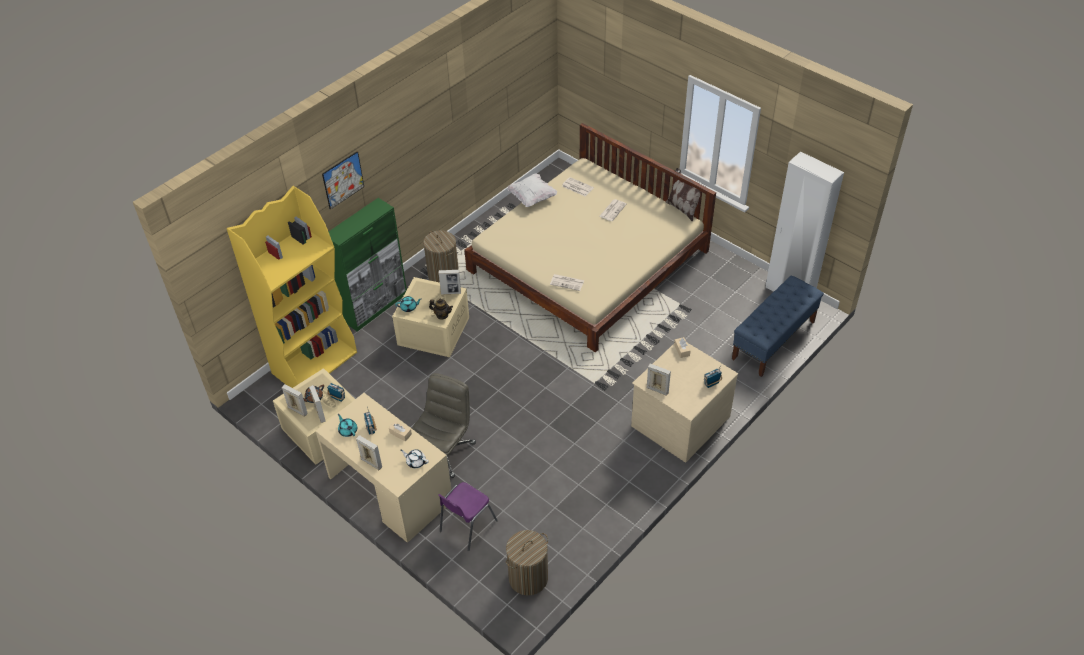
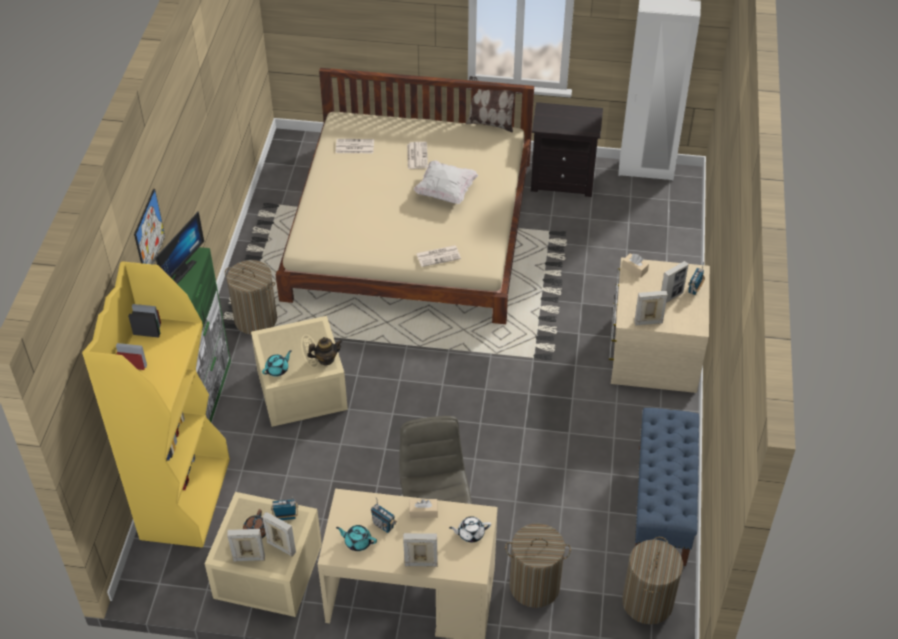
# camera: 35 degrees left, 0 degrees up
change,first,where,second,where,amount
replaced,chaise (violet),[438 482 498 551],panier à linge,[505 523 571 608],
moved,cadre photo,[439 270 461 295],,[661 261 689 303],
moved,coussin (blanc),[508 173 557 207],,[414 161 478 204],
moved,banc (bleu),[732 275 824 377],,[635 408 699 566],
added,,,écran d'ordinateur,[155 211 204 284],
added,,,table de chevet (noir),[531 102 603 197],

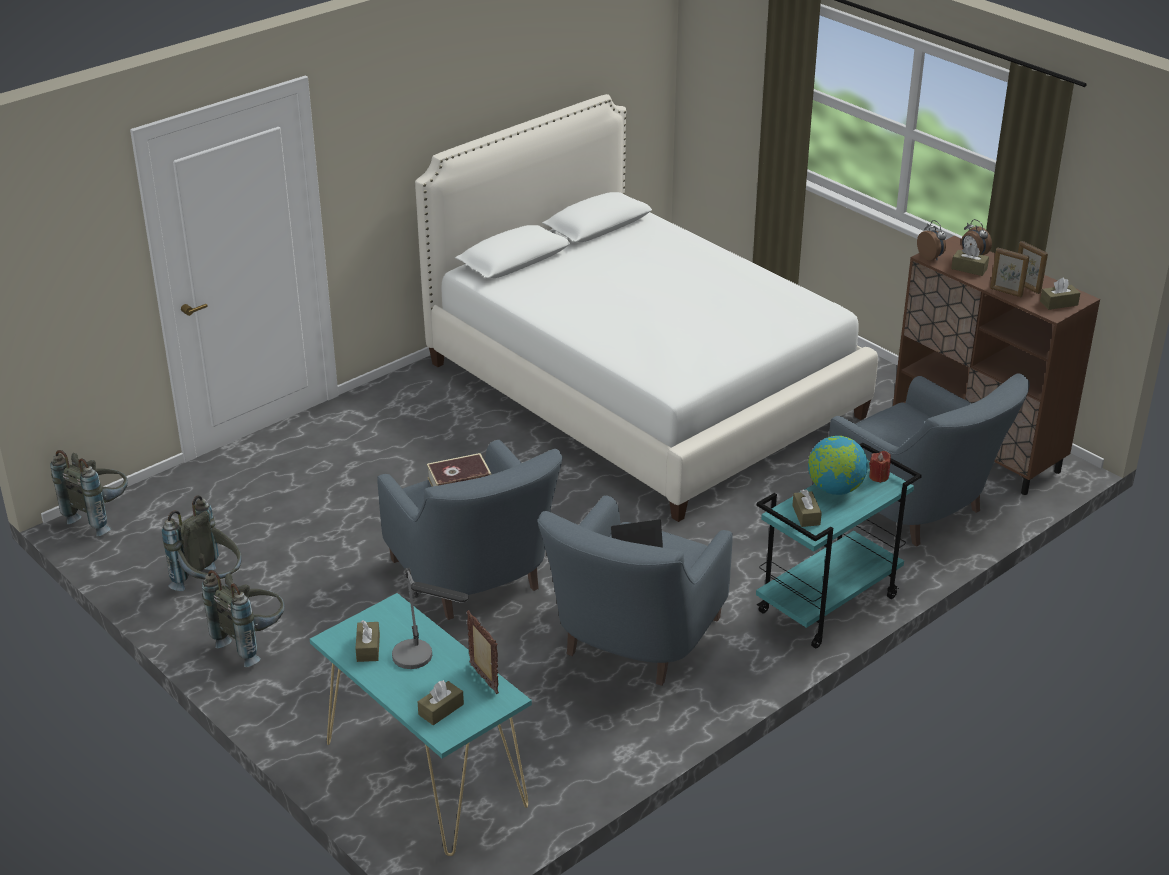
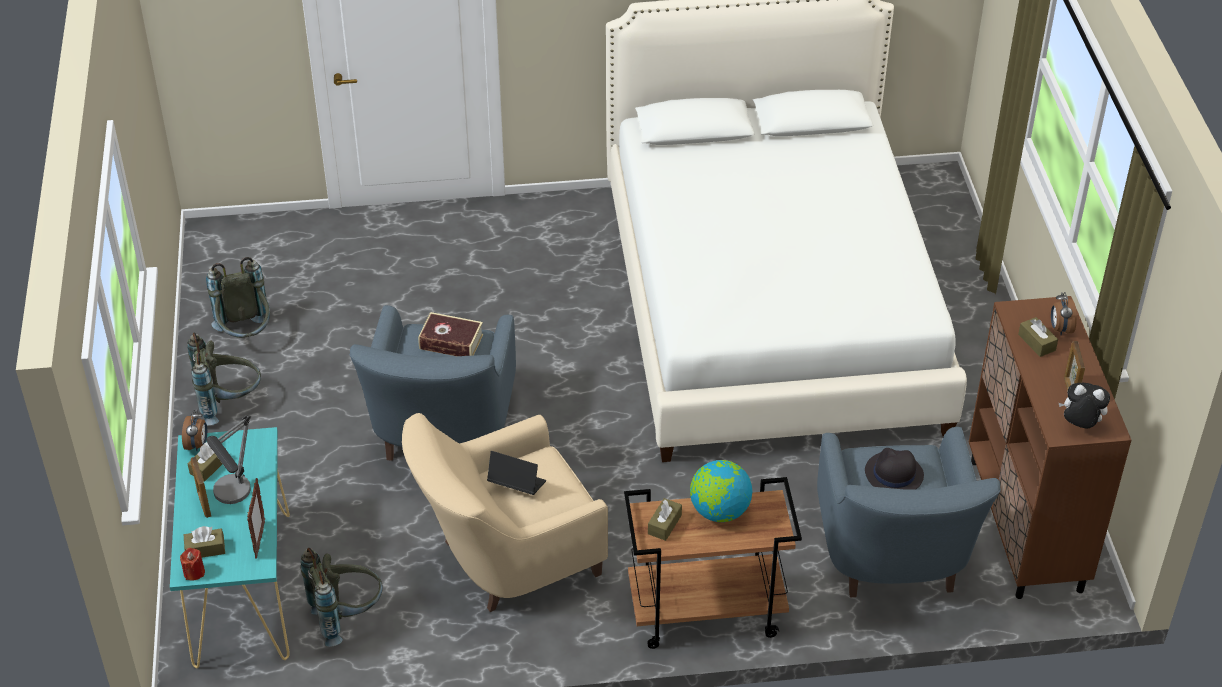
# camera: 35 degrees right, 10 degrees up
change,first,where,second,where,amount
moved,sac à dos (gris),[50 450 128 537],,[300 548 383 647],
recoloured,fauteuil (bleu),[537 496 733 686],fauteuil (beige),[402 413 608 612],
recoloured,chariot (turquoise),[756 443 922 648],chariot (marron),[624 477 802 649],
moved,bougie (rouge),[869 451 891 483],,[180 548 205 581],
moved,réveil,[917 220 946 260],,[182 410 207 452],
moved,cadre photo,[990 247 1029 297],,[190 457 211 518],
replaced,boîte à mouchoirs (marron),[1040 278 1080 310],peluche,[1059 383 1110 429],
added,,,chapeau (noir),[865 448 924 490],

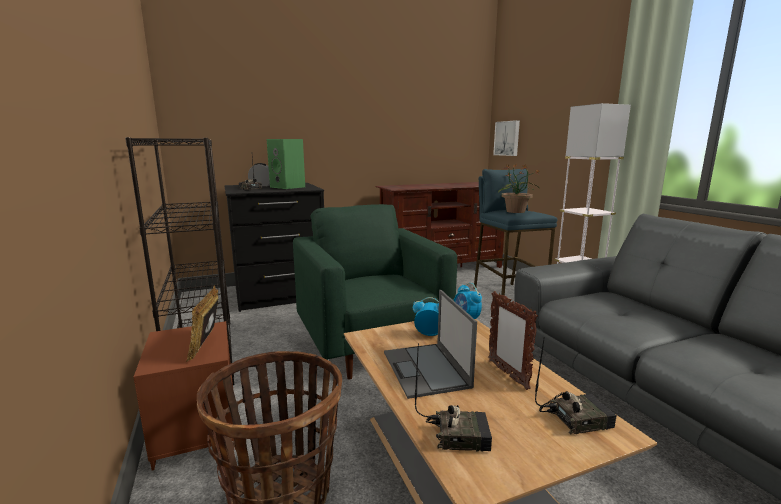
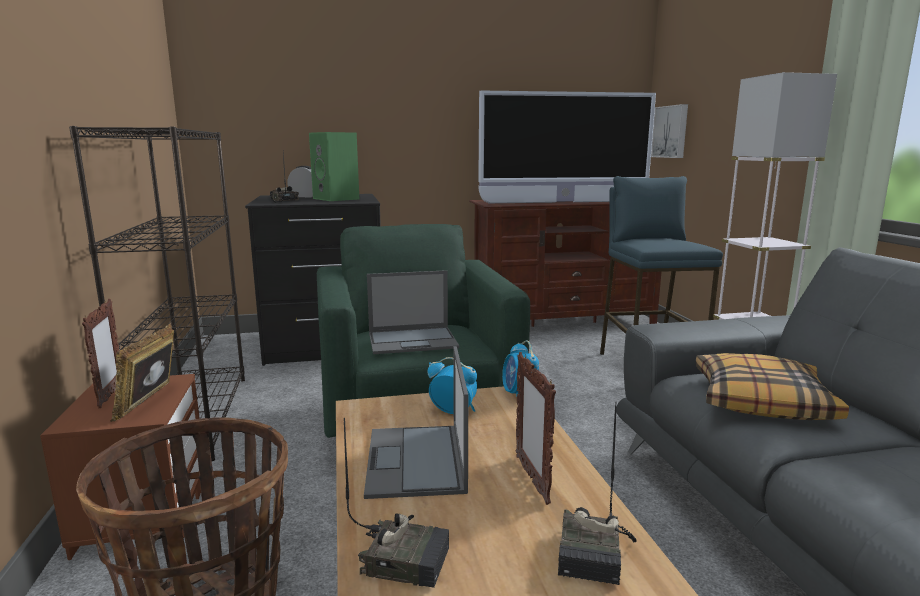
# camera: 10 degrees right, 0 degrees up
change,first,where,second,where,amount
removed,plante en pot,[498 165 540 213],,,
turned,radio,[535 337 617 434],,[558 402 637 585],105 degrees clockwise
added,,,cadre photo,[82 299 119 408],
added,,,ordinateur portable,[367 270 459 354],
added,,,téléviseur,[478 91 656 203],
added,,,coussin,[696 353 849 420],

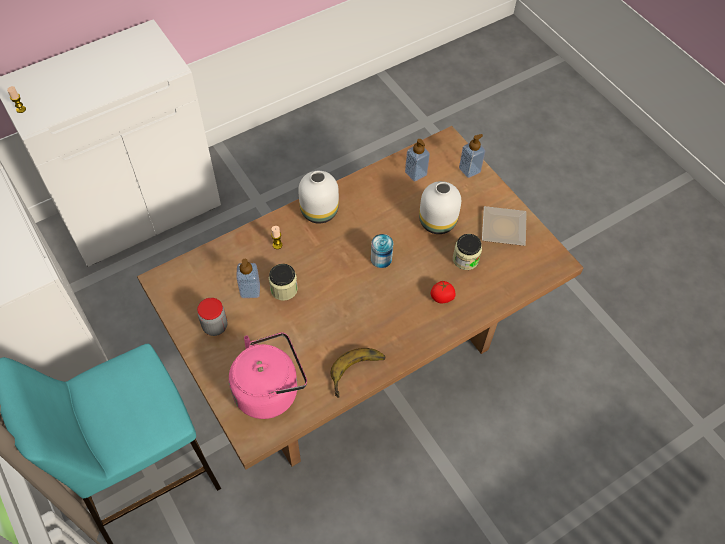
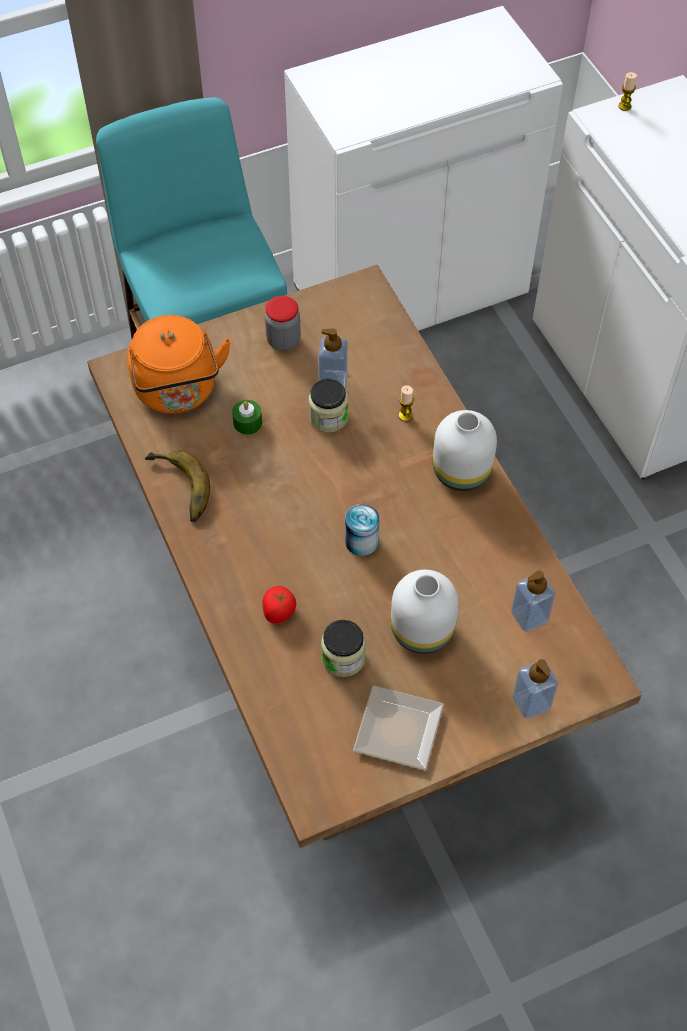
# camera: 100 degrees right, 0 degrees up
change,first,where,second,where,amount
recoloured,bouilloire (rose),[229 332 307 419],bouilloire (orange),[127 315 231 414],
added,,,bougie (vert),[232 400 262 435],

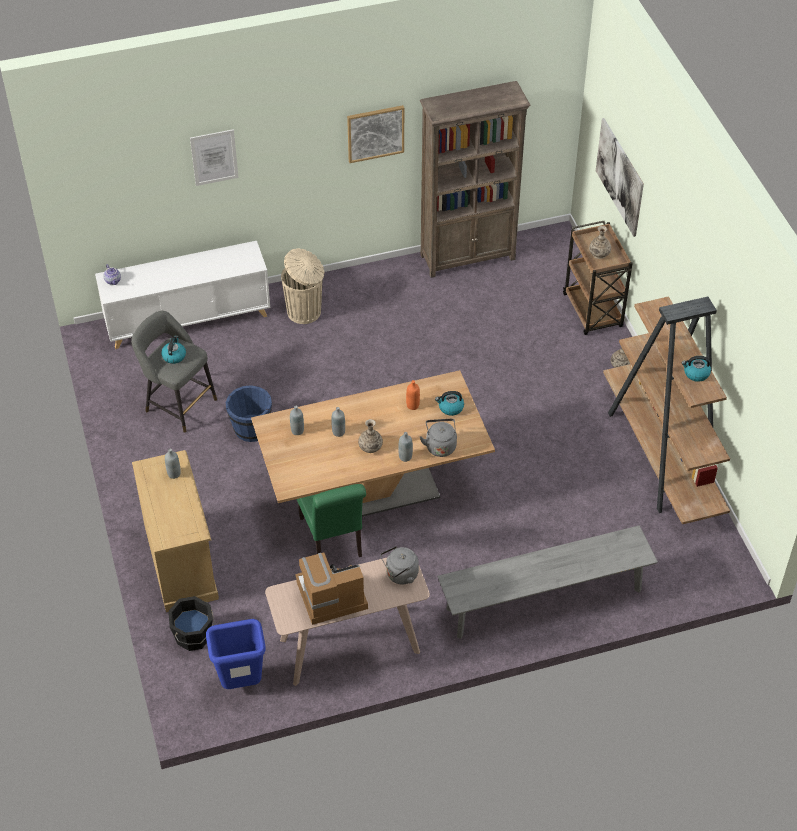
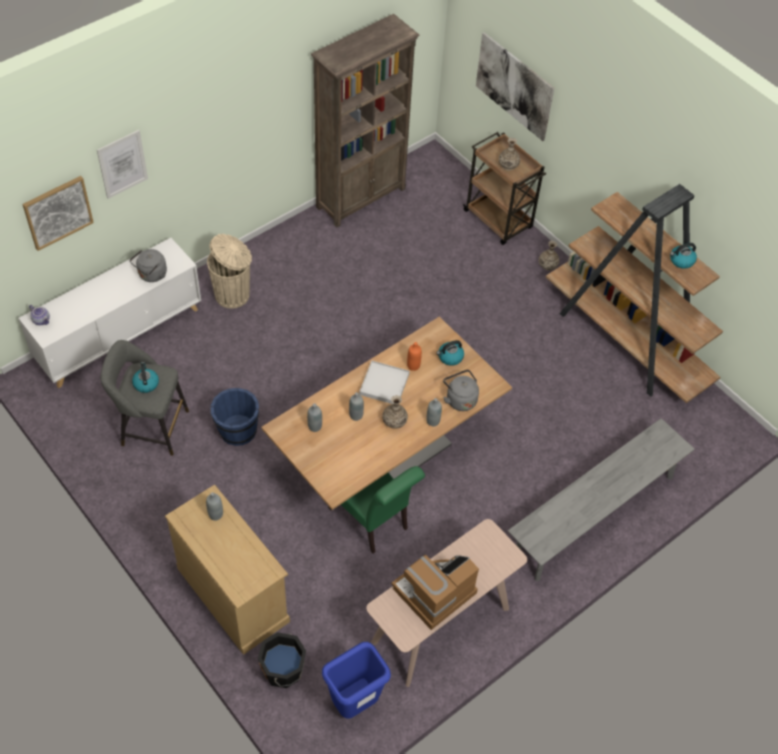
# camera: 25 degrees left, 5 degrees up
change,first,where,second,where,amount
moved,tableau,[347 105 404 163],,[22 176 94 251],
moved,bouilloire (gris),[380 546 419 585],,[130 249 167 282],
added,,,plateau (blanc),[359 361 410 404],

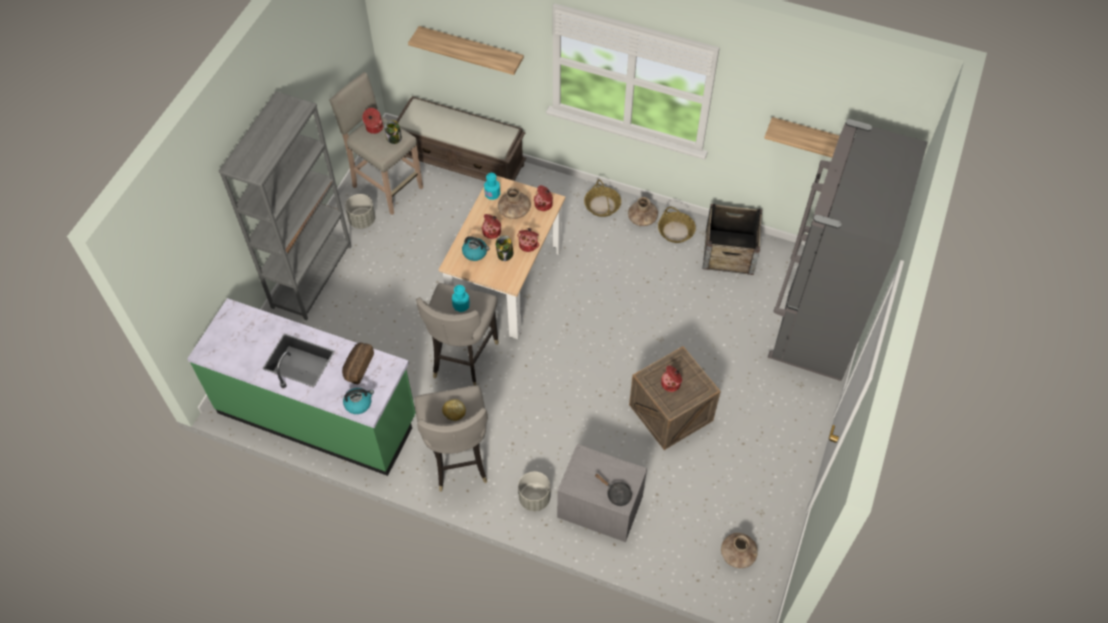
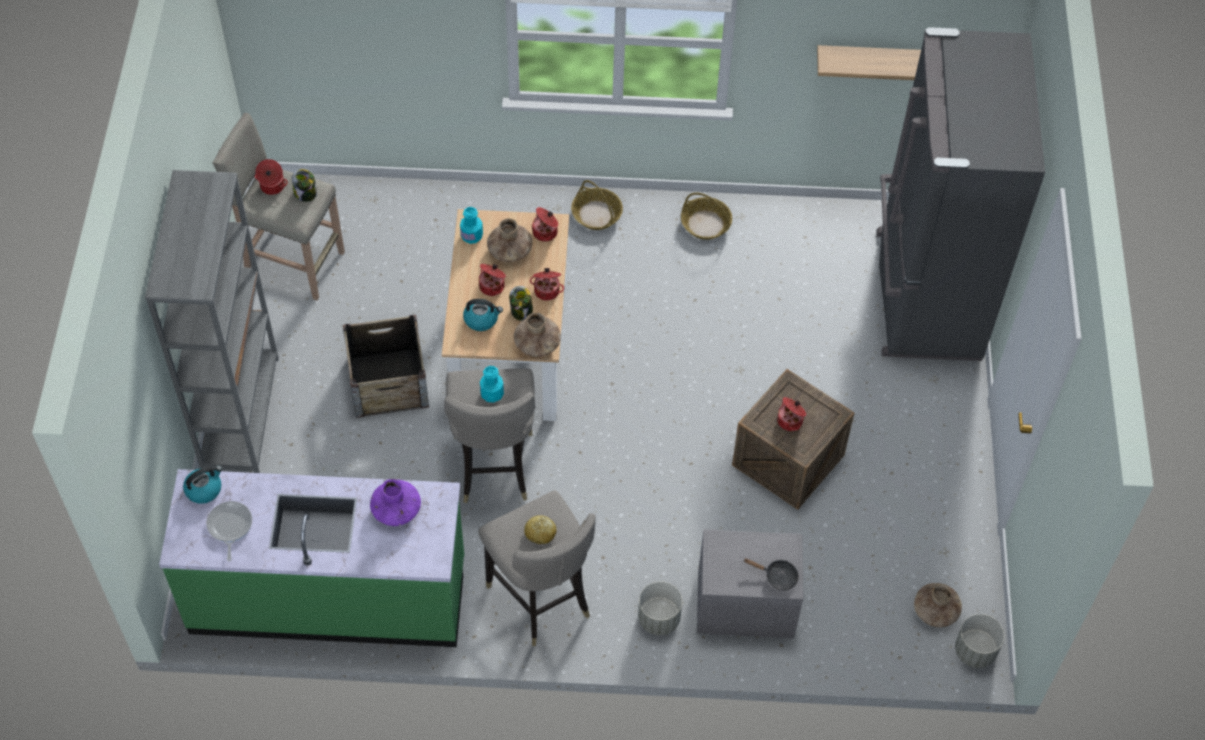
# camera: 20 degrees left, 0 degrees up
change,first,where,second,where,amount
replaced,pain,[342 343 374 384],vase (violet),[370 479 421 526],
moved,bouilloire,[343 388 374 414],,[183 465 222 504],
moved,cache-pot (gris),[345 194 375 229],,[955 614 1005 668],
removed,banc (marron),[396 96 526 181],,,
removed,étagère,[408 26 524 75],,,
moved,vase (marron),[628 197 658 226],,[514 312 561 357],
moved,caisse,[702 204 762 275],,[343 315 429 418],
added,,,poêle,[206 501 252 562],

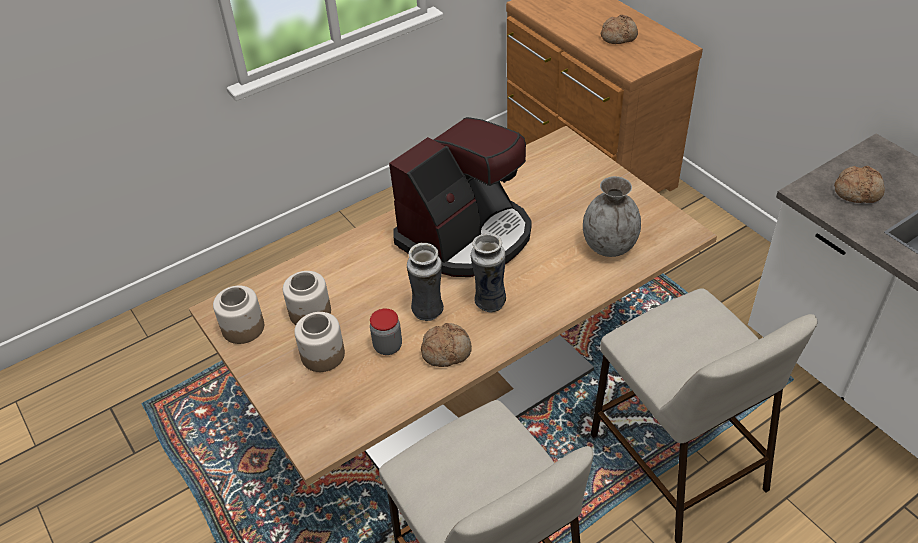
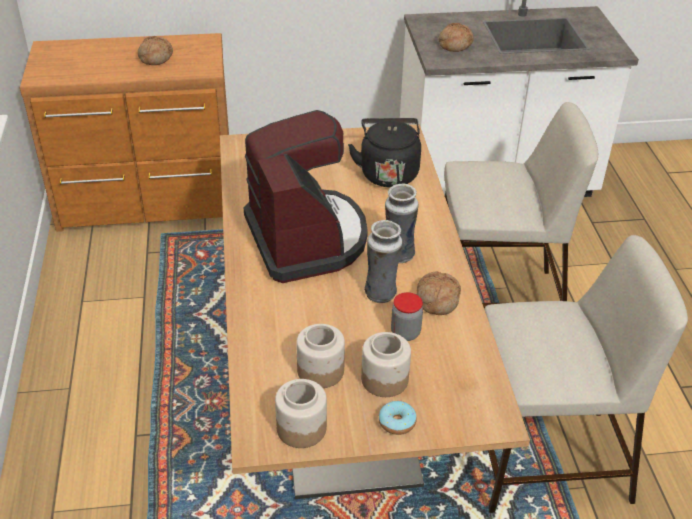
# camera: 65 degrees left, 5 degrees down
change,first,where,second,where,amount
replaced,vase (gris),[583 176 641 257],bouilloire (noir),[348 118 421 188],
added,,,beignet,[379 401 417 435],

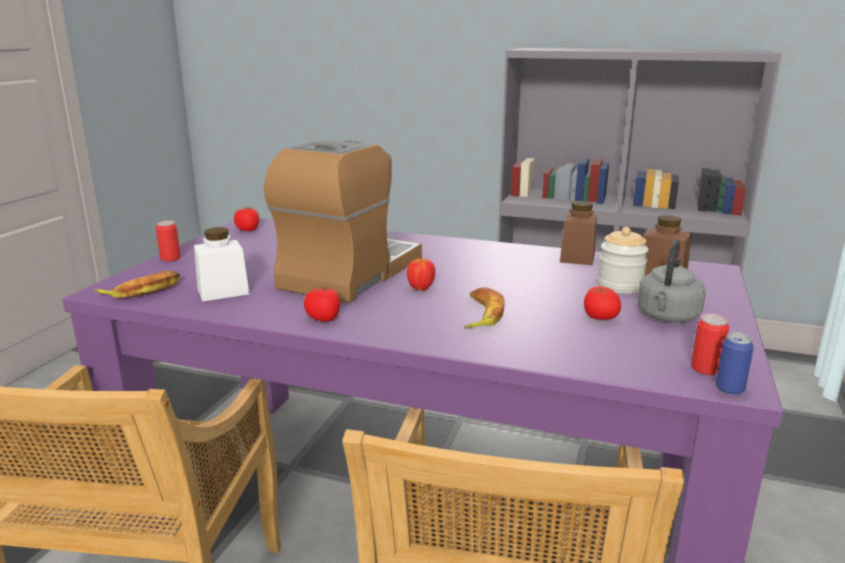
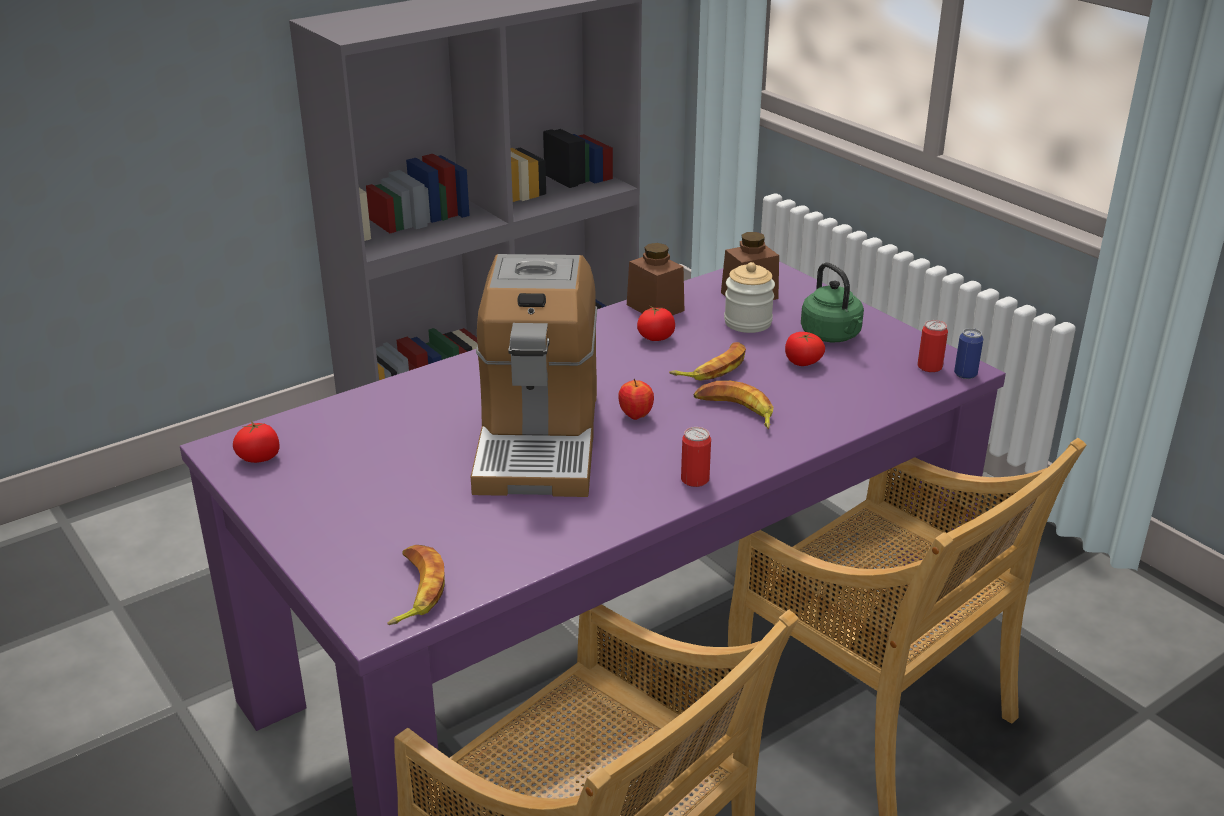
# camera: 55 degrees left, 10 degrees up
change,first,where,second,where,amount
moved,boîte métallique,[156 220 181 261],,[681 427 711 487],
removed,bocal (blanc),[194 227 249 302],,,
turned,machine à café,[264 140 422 303],,[471 254 597 497],150 degrees counterclockwise
moved,tomate,[304 286 340 322],,[637 306 675 341],
recoloured,bouilloire (gris),[638 239 706 323],bouilloire (vert),[801 262 864 342],
added,,,banane,[669 342 746 381],

